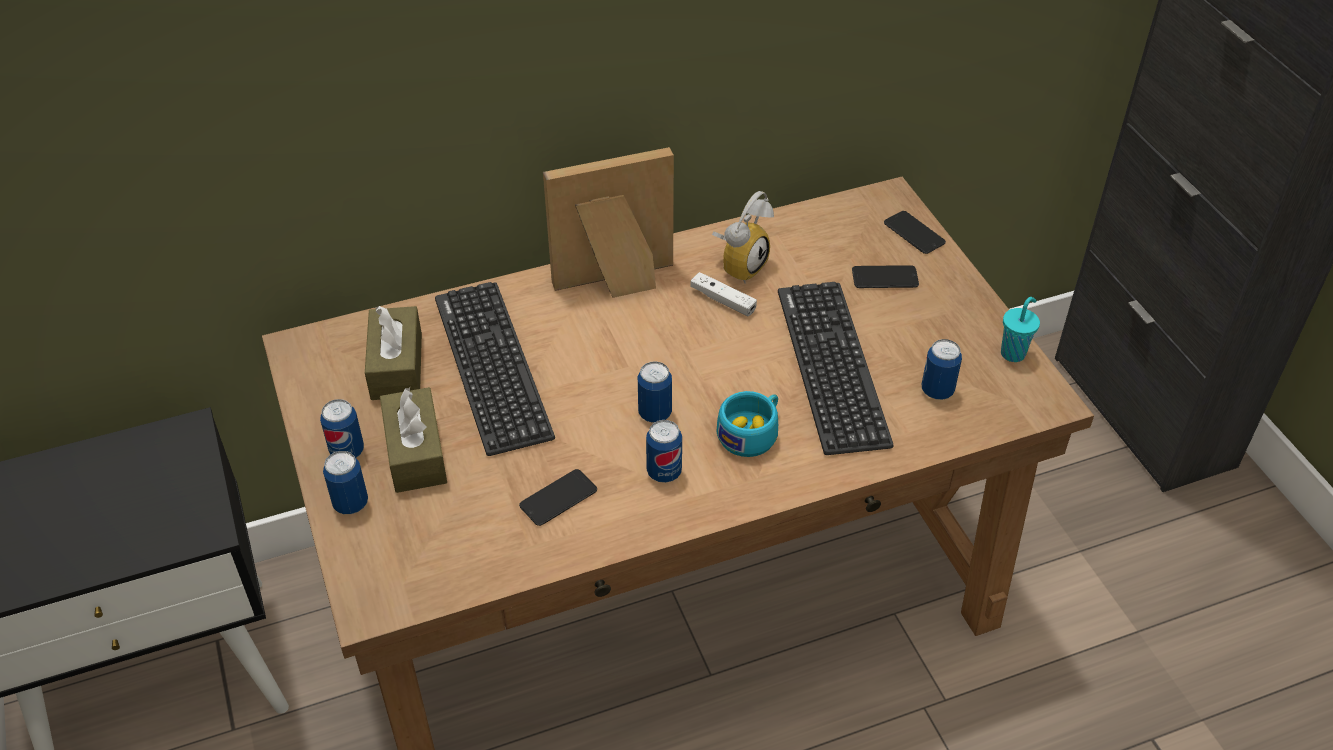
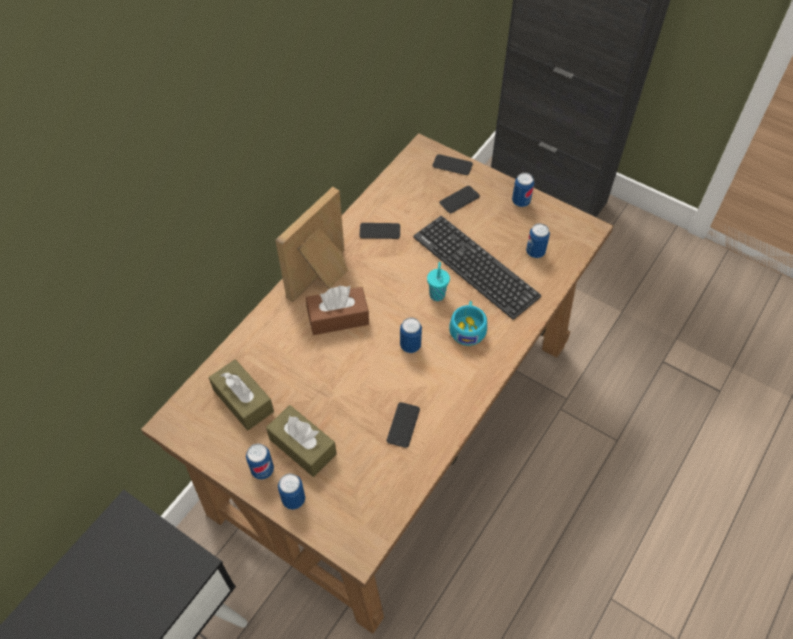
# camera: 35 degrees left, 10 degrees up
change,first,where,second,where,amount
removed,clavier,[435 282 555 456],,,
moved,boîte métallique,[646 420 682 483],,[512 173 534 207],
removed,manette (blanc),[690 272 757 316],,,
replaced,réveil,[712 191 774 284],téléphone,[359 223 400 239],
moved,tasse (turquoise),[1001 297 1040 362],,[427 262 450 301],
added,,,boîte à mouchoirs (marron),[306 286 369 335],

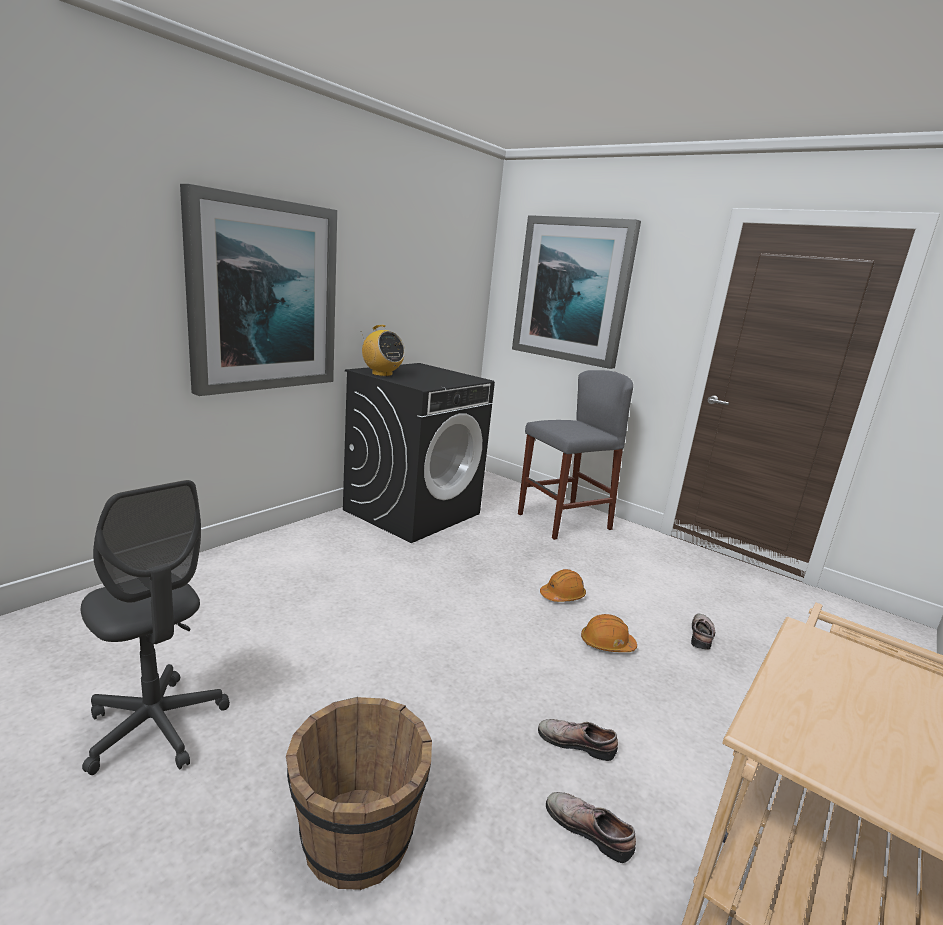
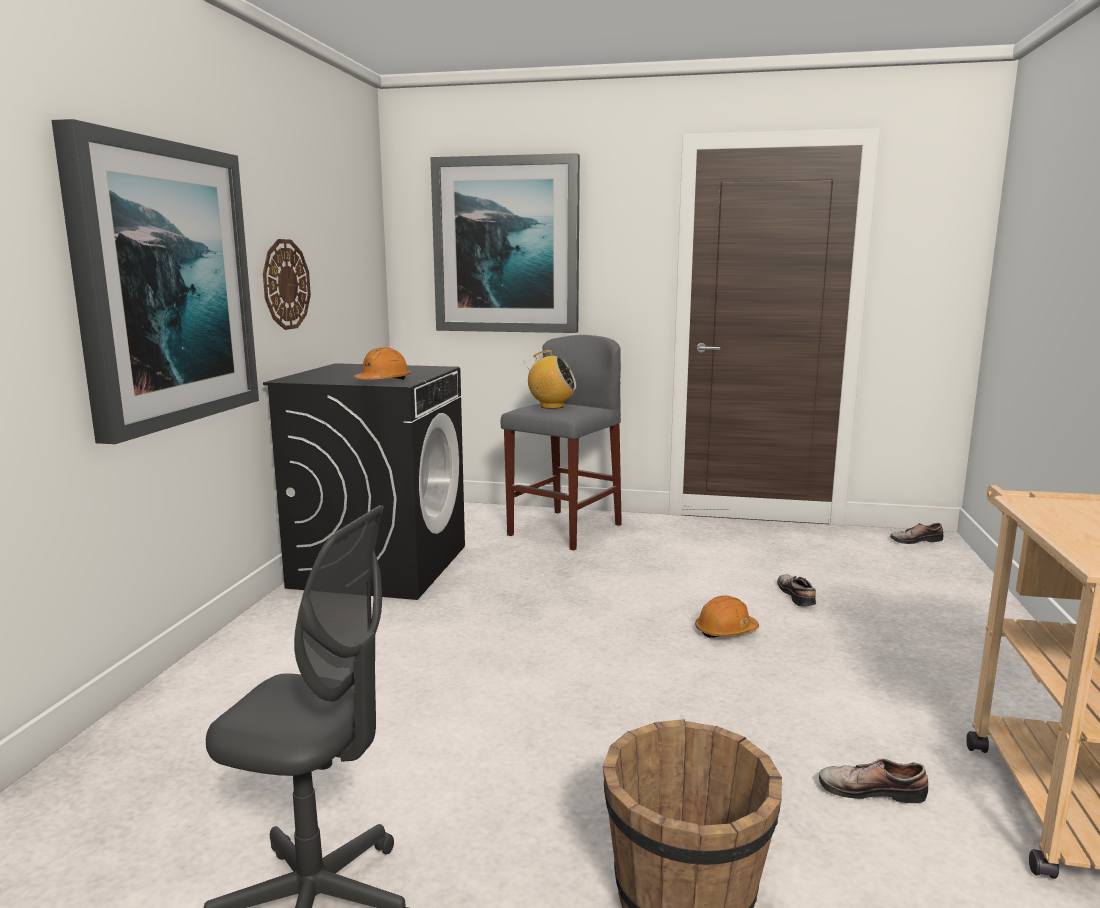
# camera: 25 degrees left, 5 degrees down
change,first,where,second,where,amount
moved,radio,[360 325 405 376],,[524 350 576 409],
moved,chaussure,[538 719 618 761],,[890 523 943 544],
moved,casque de chantier (orange),[540 569 586 602],,[354 347 411 380],
added,,,horloge murale,[263 239 311 330],

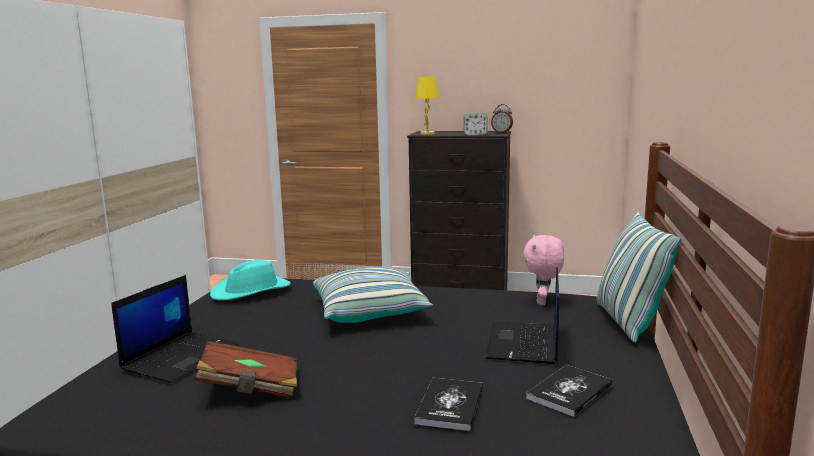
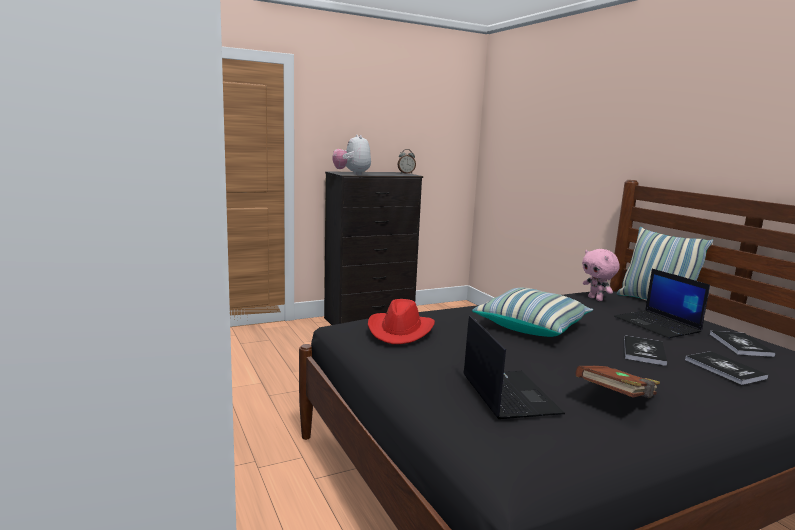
# camera: 40 degrees left, 0 degrees up
change,first,where,second,where,amount
recoloured,chapeau (turquoise),[210 260 291 300],chapeau (rouge),[368 299 435 344],
replaced,lampe de table (jaune),[415 76 439 135],peluche,[332 135 371 175],
removed,réveil,[464 113 487 135],,,
added,,,livre,[624 335 667 366],

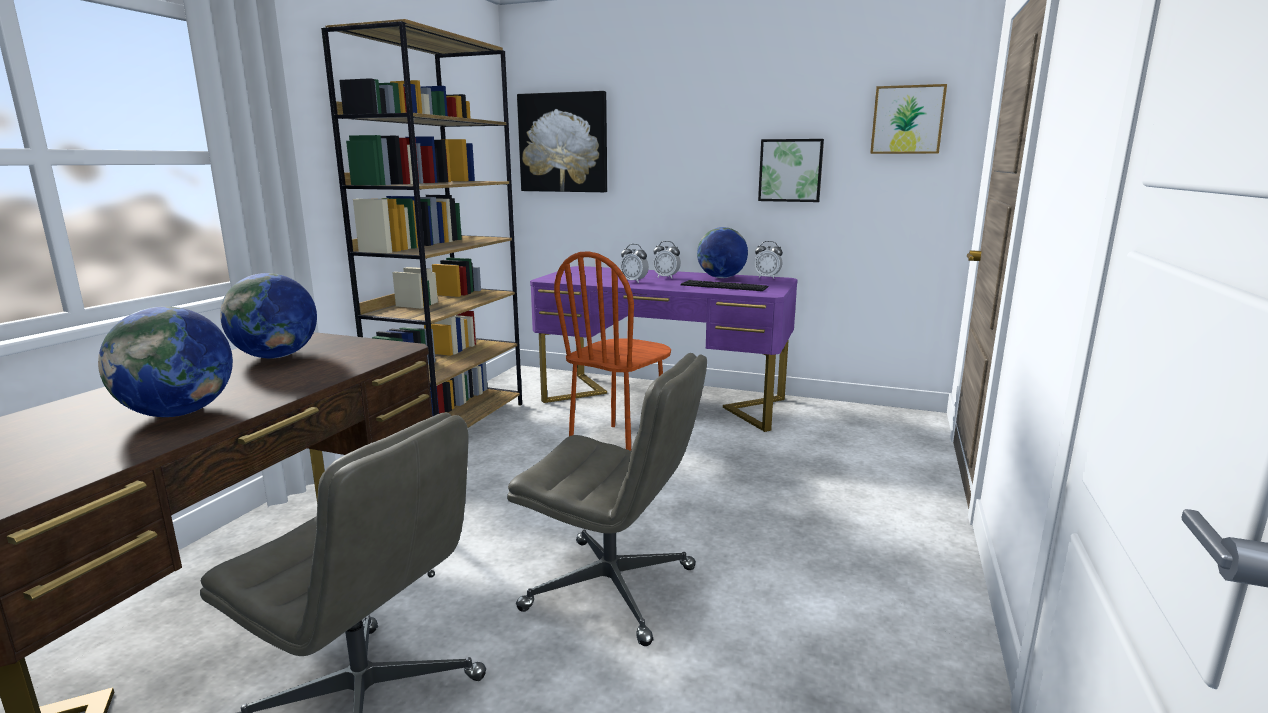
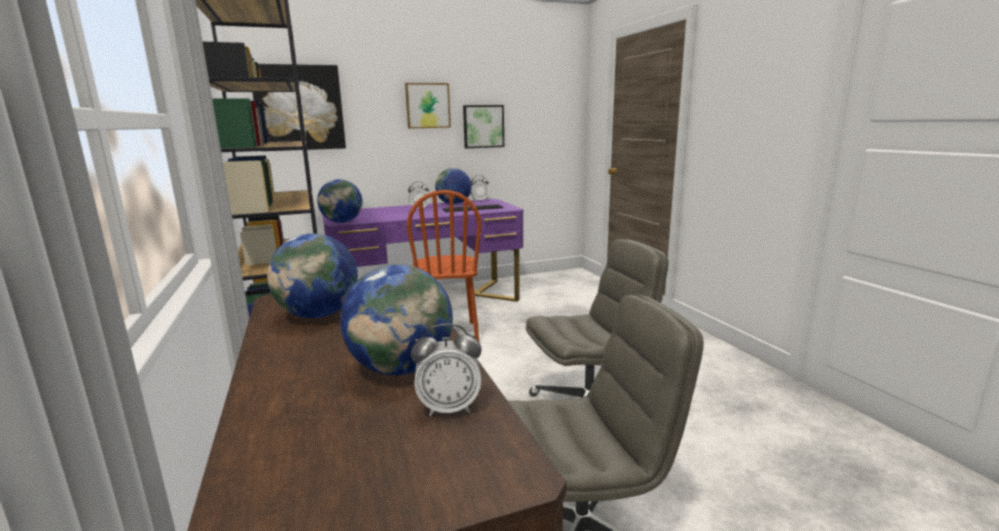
# camera: 40 degrees left, 0 degrees up
change,first,where,second,where,amount
moved,réveil,[620 244 649 283],,[411 324 482 416],
moved,tableau,[870 84 947 154],,[405 83 451 129],
added,,,globe,[317 179 363 223],

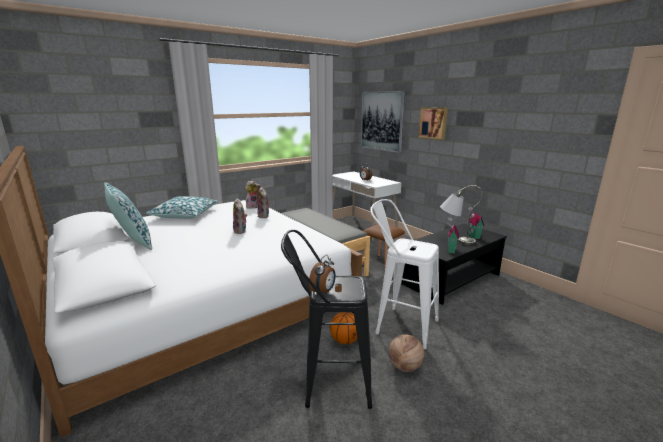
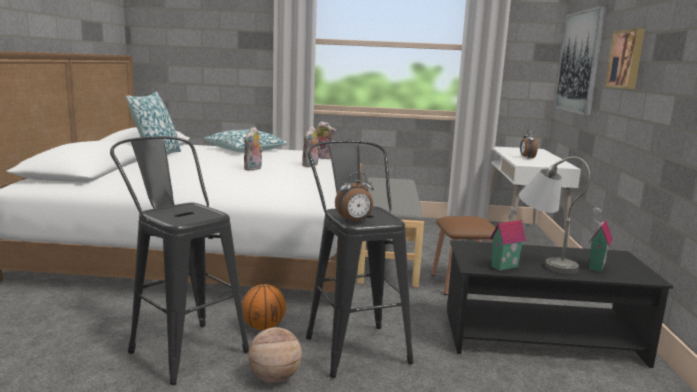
# camera: 40 degrees right, 5 degrees down
change,first,where,second,where,amount
moved,réveil,[309 255 336 293],,[335 172 374 222],
recoloured,tabouret (blanc),[370 199 439 349],tabouret (noir),[306 140 414 378],

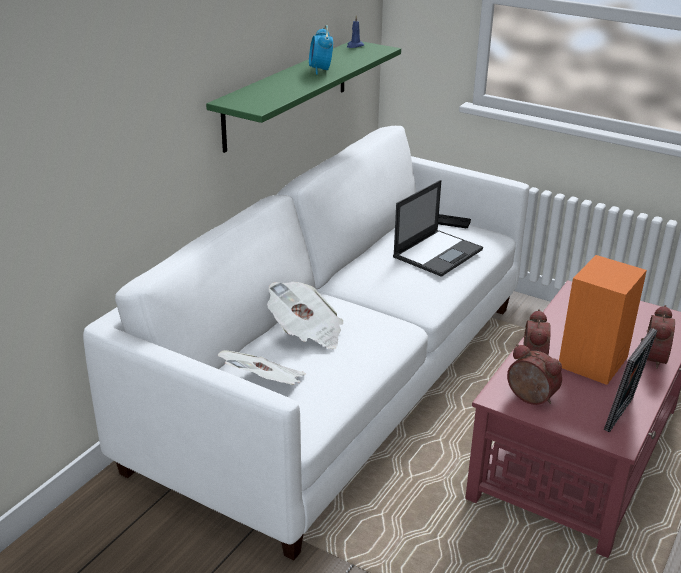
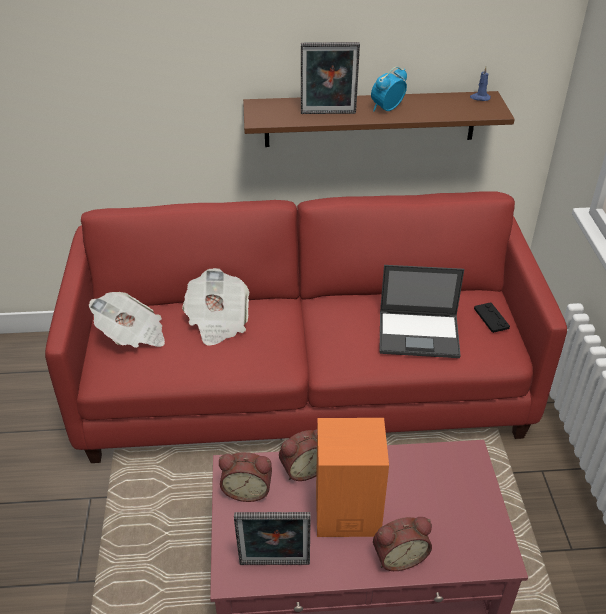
# camera: 55 degrees right, 10 degrees up
change,first,where,second,where,amount
recoloured,canapé (blanc),[83 126 529 560],canapé (rouge),[45 191 567 463],
recoloured,étagère (vert),[206 41 401 153],étagère (marron),[243 91 515 147],
turned,réveil,[507 344 562 405],,[219 452 272 502],90 degrees clockwise
added,,,cadre photo,[301 42 360 114],

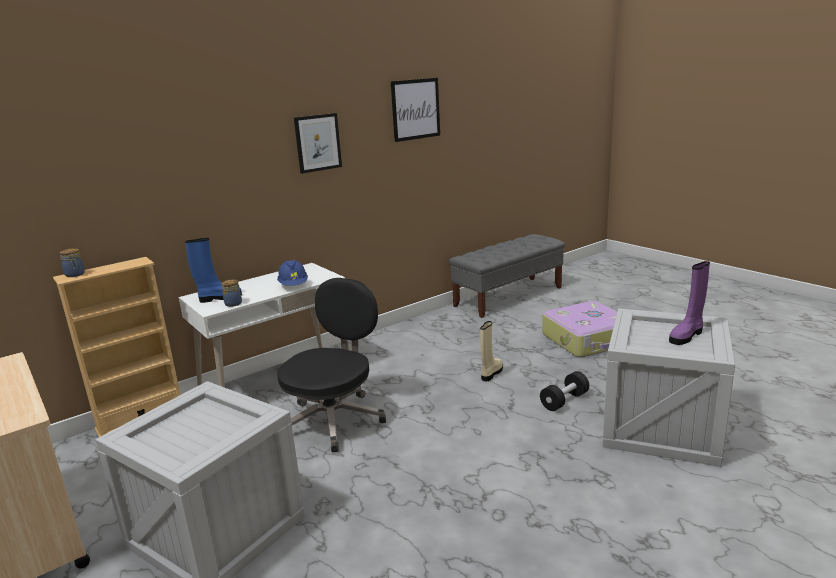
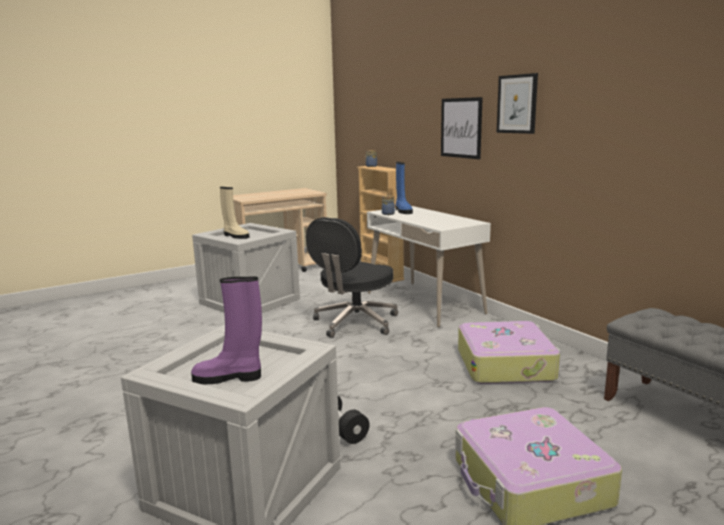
# camera: 95 degrees right, 5 degrees down
change,first,where,second,where,amount
removed,casque de chantier (bleu),[277 260 308 286],,,
turned,chaise de bureau (noir),[277 278 386 452],,[306 217 398 338],90 degrees clockwise
moved,tableau,[391 78 440 142],,[441 97 483 159],
moved,botte (beige),[480 321 503 382],,[220 187 249 239],
turned,botte (violet),[669 261 710 345],,[191 277 262 384],60 degrees counterclockwise
added,,,valise,[458 321 561 384],

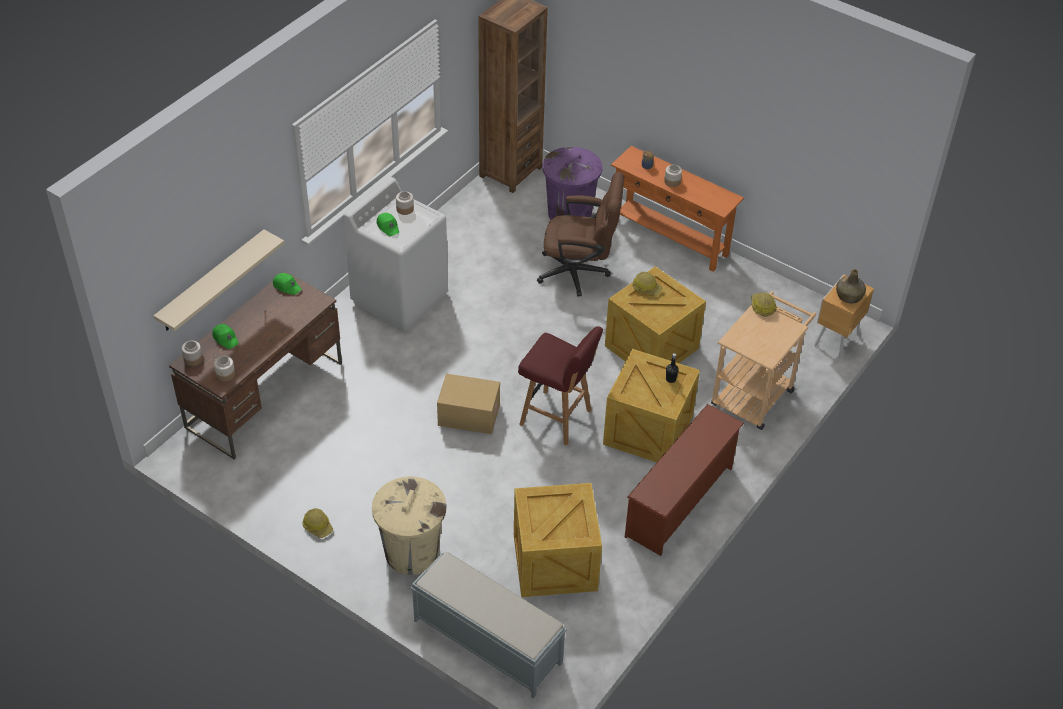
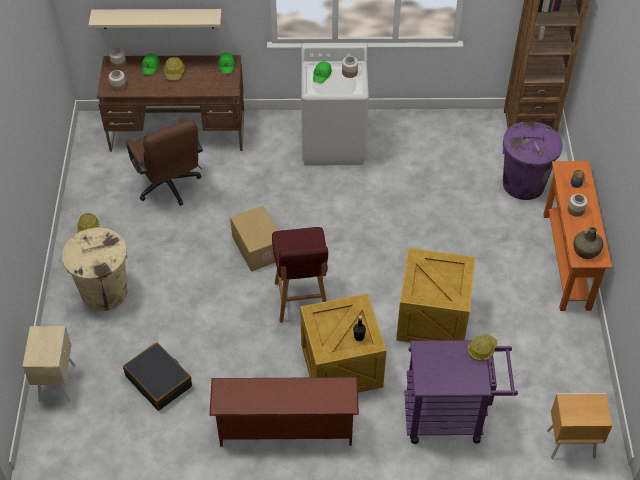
# camera: 55 degrees right, 5 degrees up
change,first,where,second,where,amount
replaced,banc (gris),[410 552 567 698],table de chevet (beige),[22 326 76 401],
replaced,caisse,[514 483 602 597],valise (noir),[123 342 192 411],
moved,chaise de bureau (marron),[537 172 624 297],,[126 118 203 206],
moved,casque de chantier,[632 272 663 296],,[164 57 185 80],
recoloured,chariot (beige),[711 291 816 430],chariot (violet),[404 340 518 444],
moved,bouteille (vert),[836 269 866 303],,[573 226 603 259],

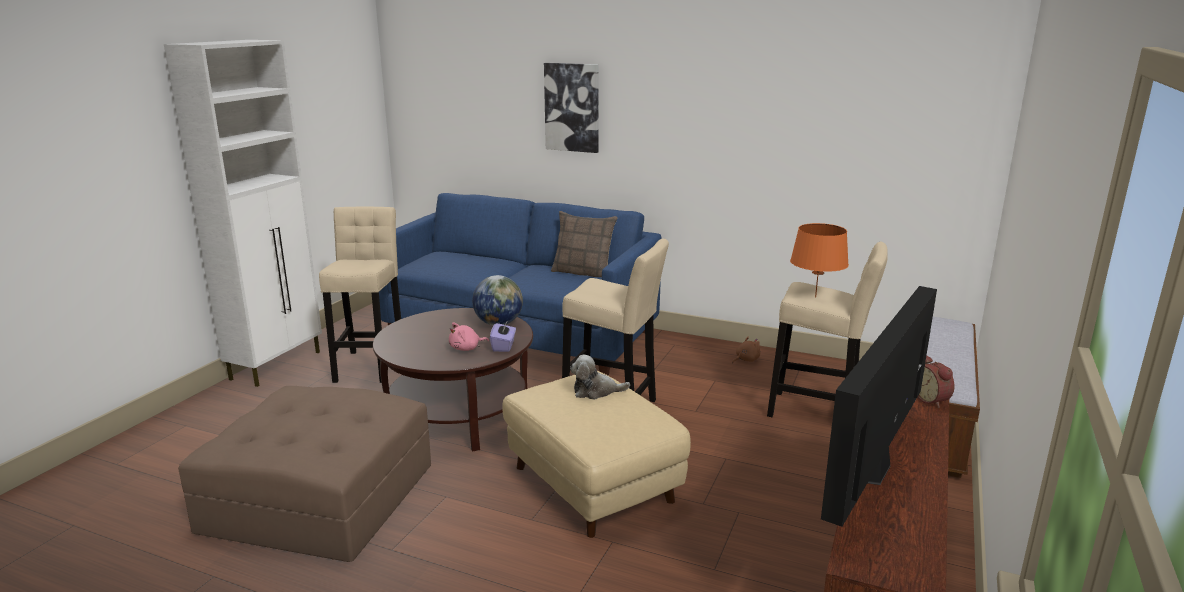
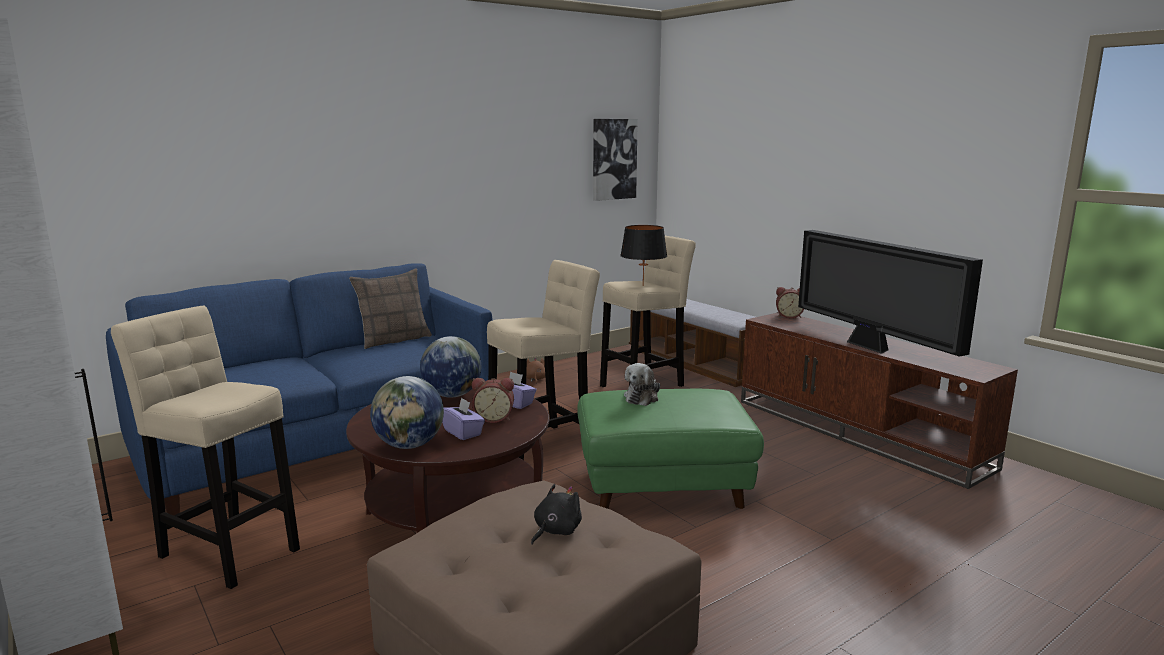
# camera: 60 degrees left, 5 degrees down
change,first,where,second,where,amount
replaced,peluche (rose),[449 322 489 351],réveil,[472 378 514 423],
recoloured,pouf (beige),[502 371 691 538],pouf (vert),[577 389 764 509],
moved,tableau,[544 63 599 153],,[593 119 638 201],
recoloured,lampe de table (orange),[790 223 849 298],lampe de table (noir),[620 225 667 286],
added,,,globe,[370 376 444 449],
added,,,boîte à mouchoirs (violet),[442 397 485 440],
added,,,peluche (noir),[531 484 582 545],

